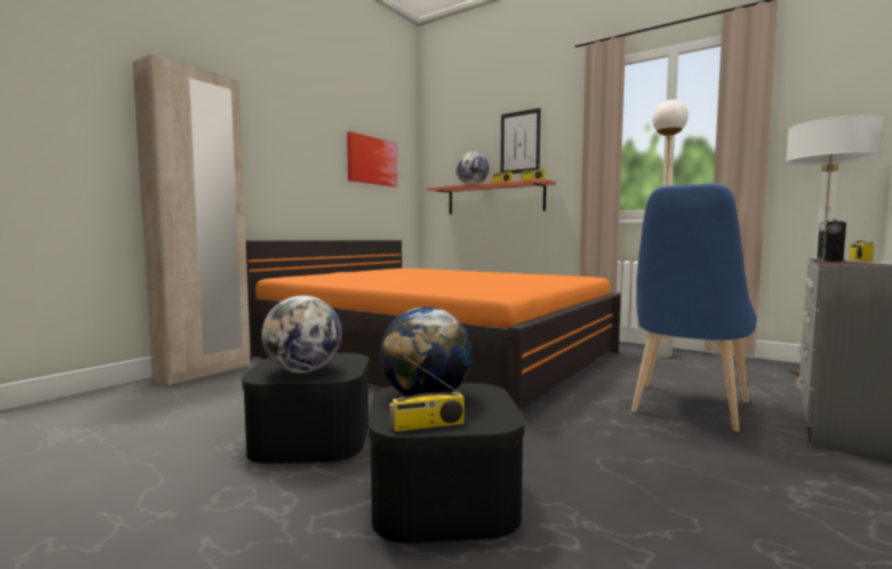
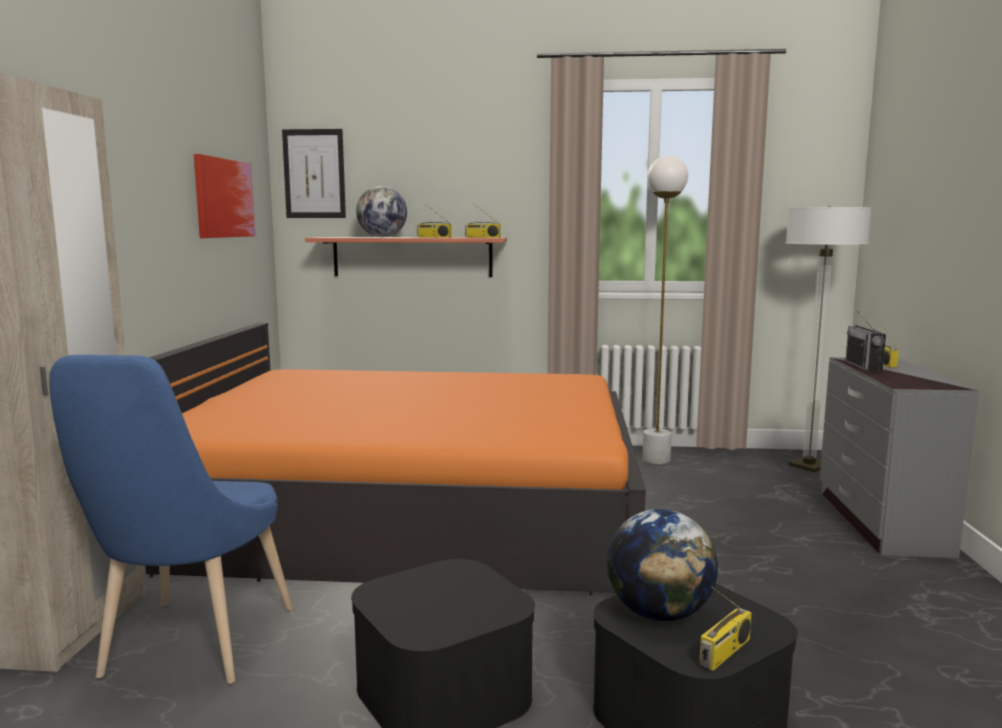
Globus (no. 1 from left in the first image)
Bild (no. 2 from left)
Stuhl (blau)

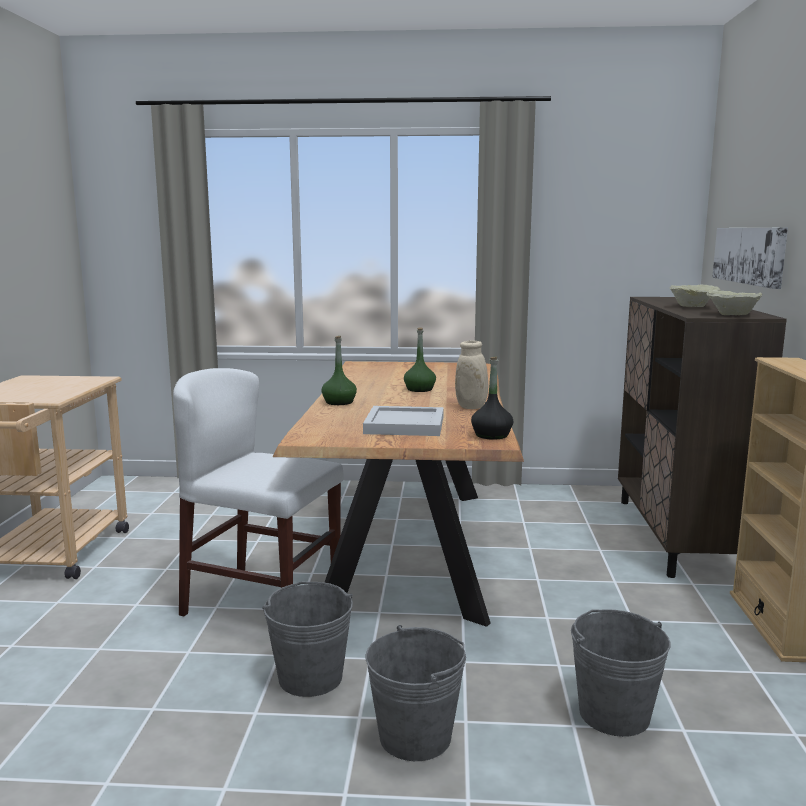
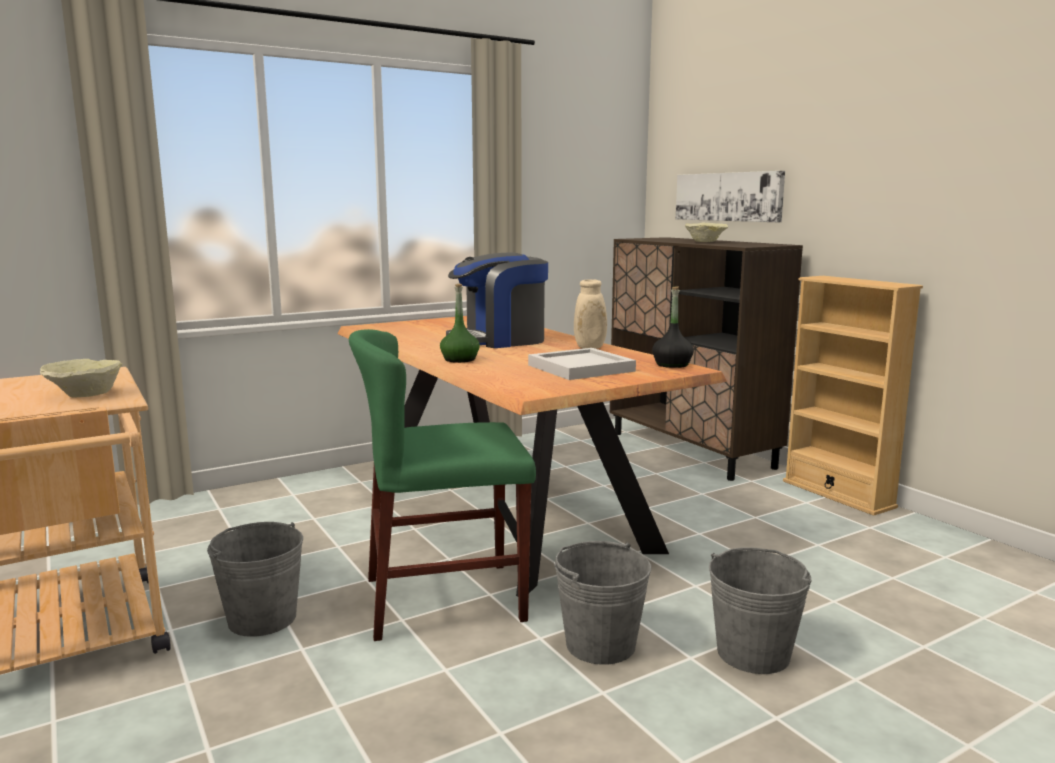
Stuhl (grün)
Kaffeemaschine
Eimer (grau) (no. 1 from left)
Schüssel (beige) (no. 1 from left)

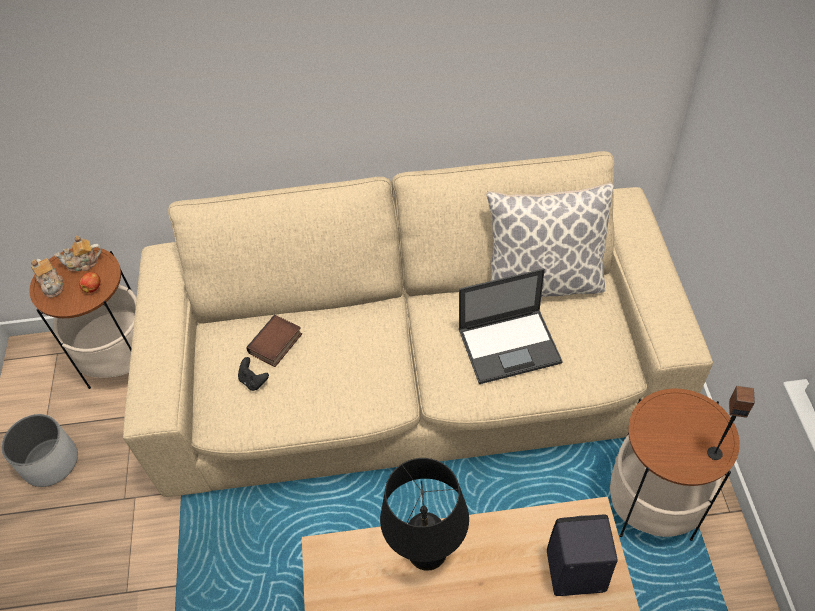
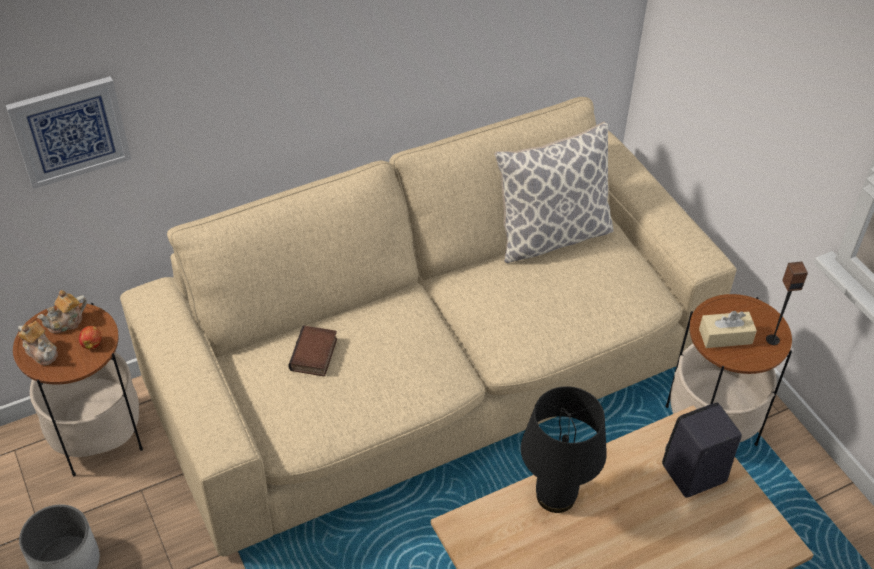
Gamepad (schwarz)
Laptop
Bild
Taschentuchbox (beige)

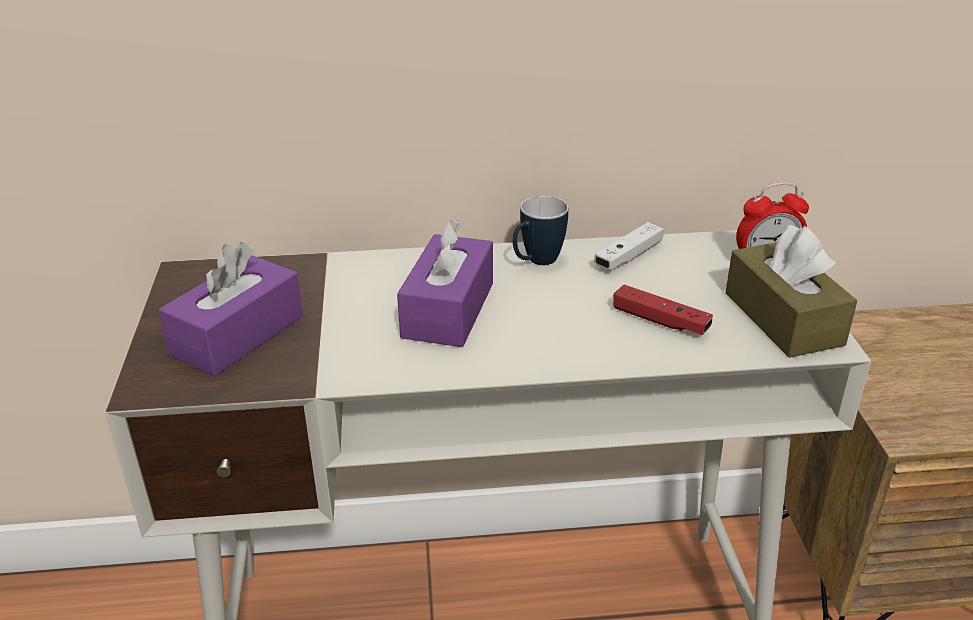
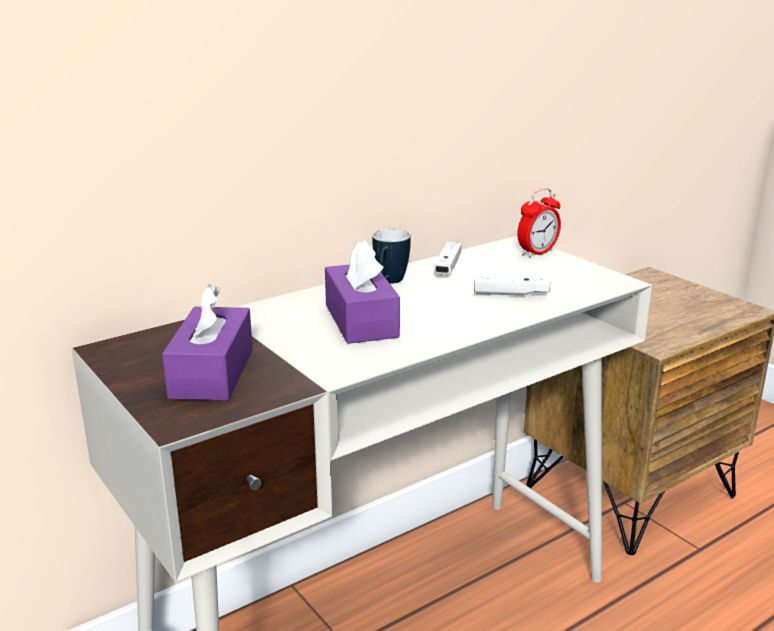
Gamepad (weiß) (no. 2 from left)
Taschentuchbox (braun)

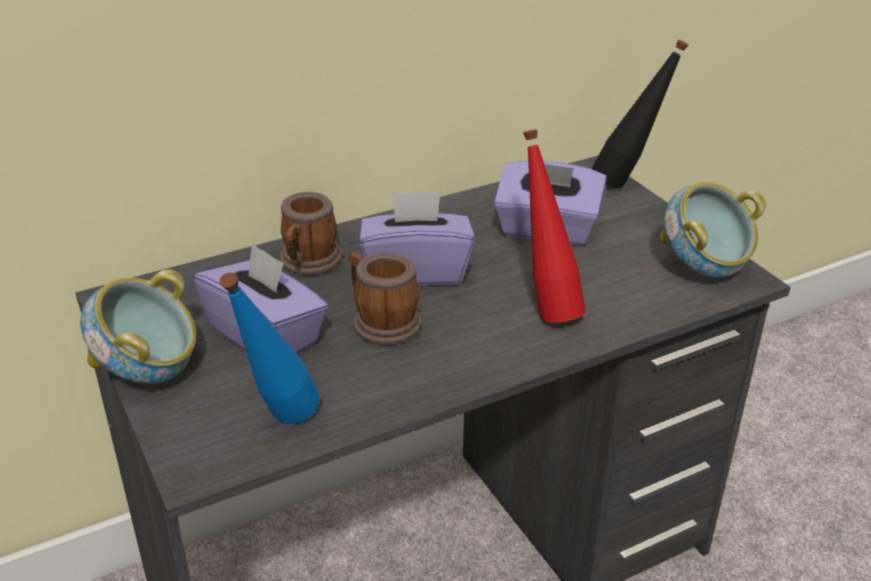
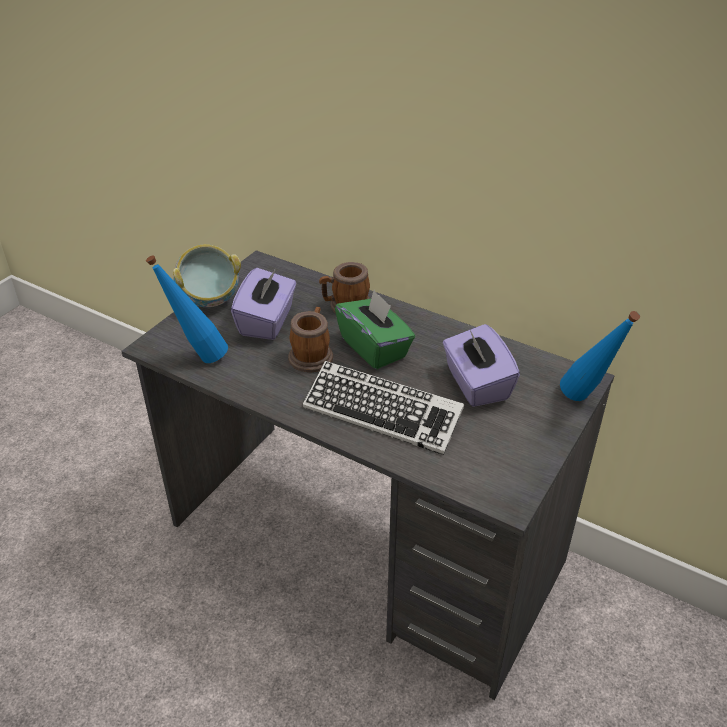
Taschentuchbox (grün)
Tastatur
Flasche (blau) (no. 2 from left)
Schüssel (no. 2 from left in the first image)

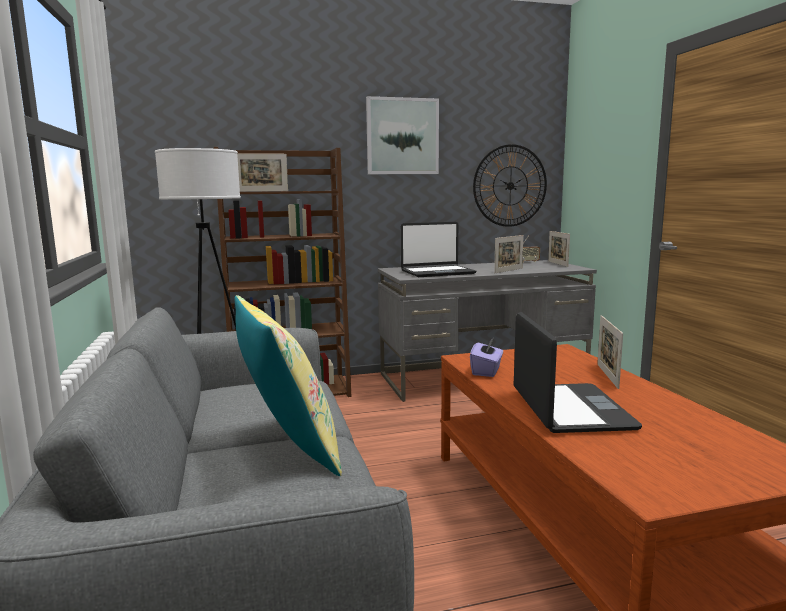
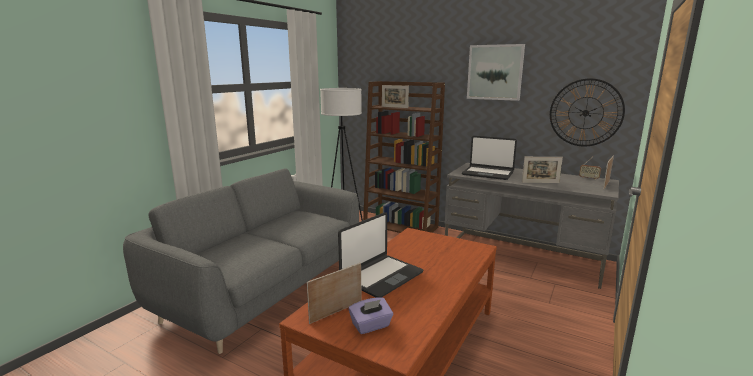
Kissen (gelb)
Taschentuchbox (lila)
Bilderrahmen (no. 1 from left)

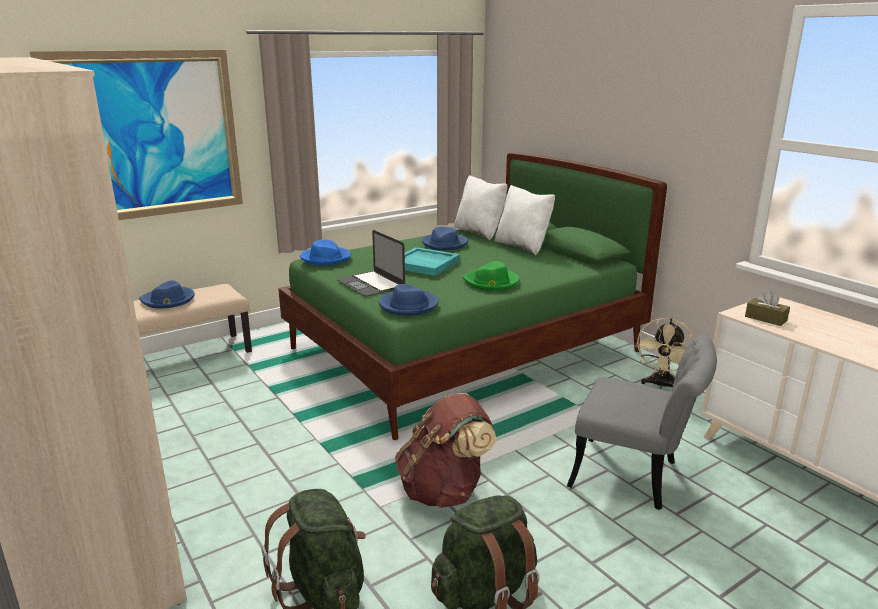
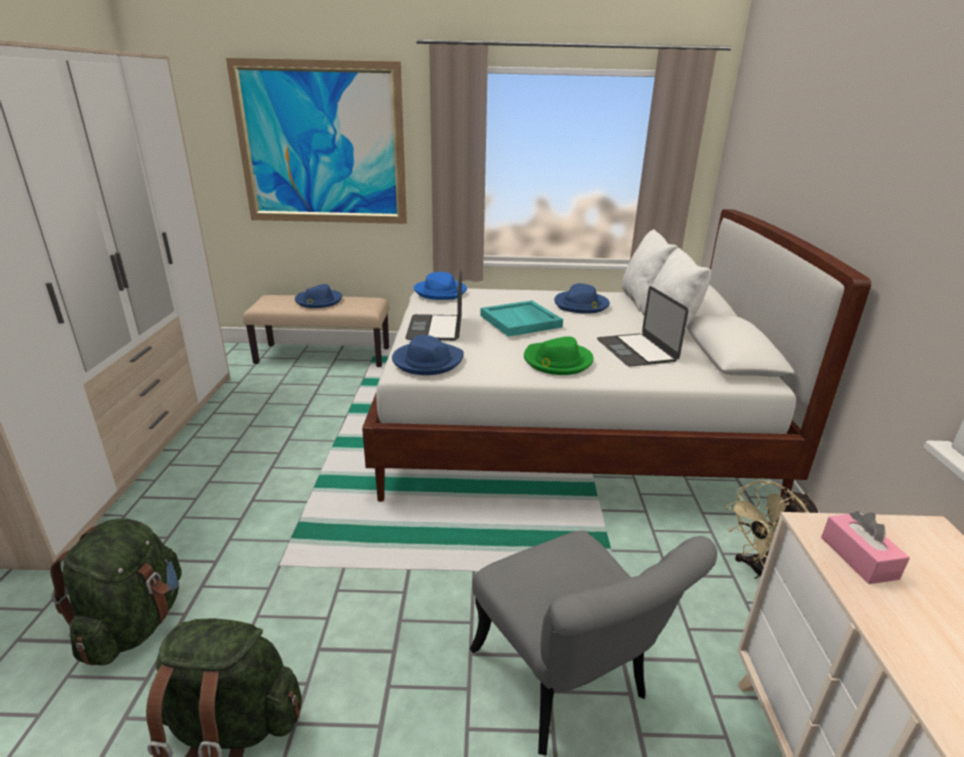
Bett (weiß)
Rucksack (braun)
Taschentuchbox (rosa)
Laptop (no. 2 from left)

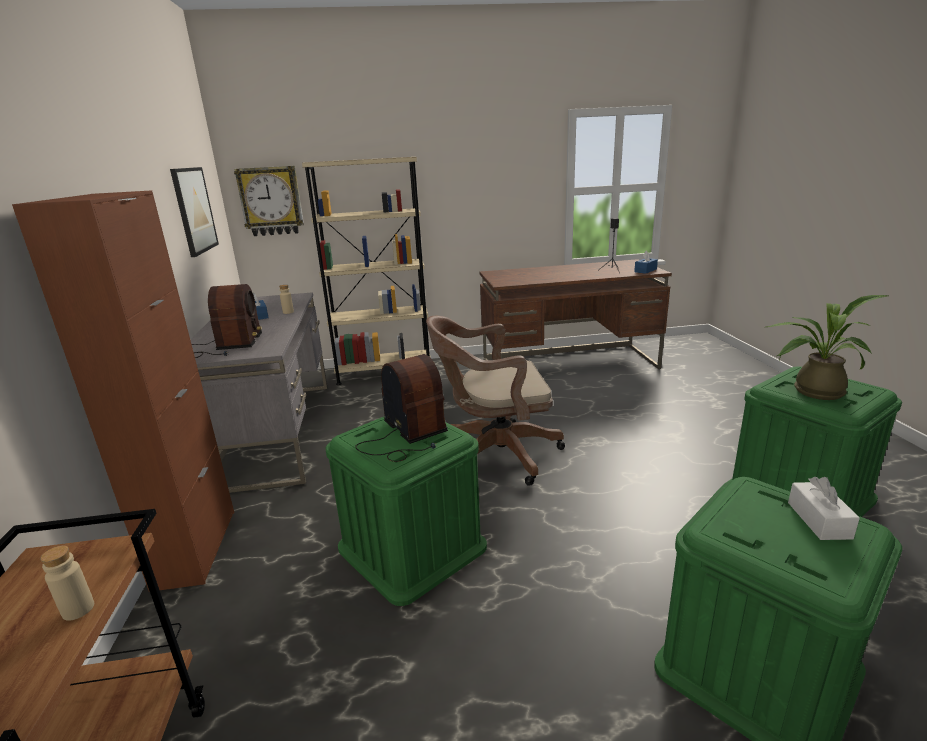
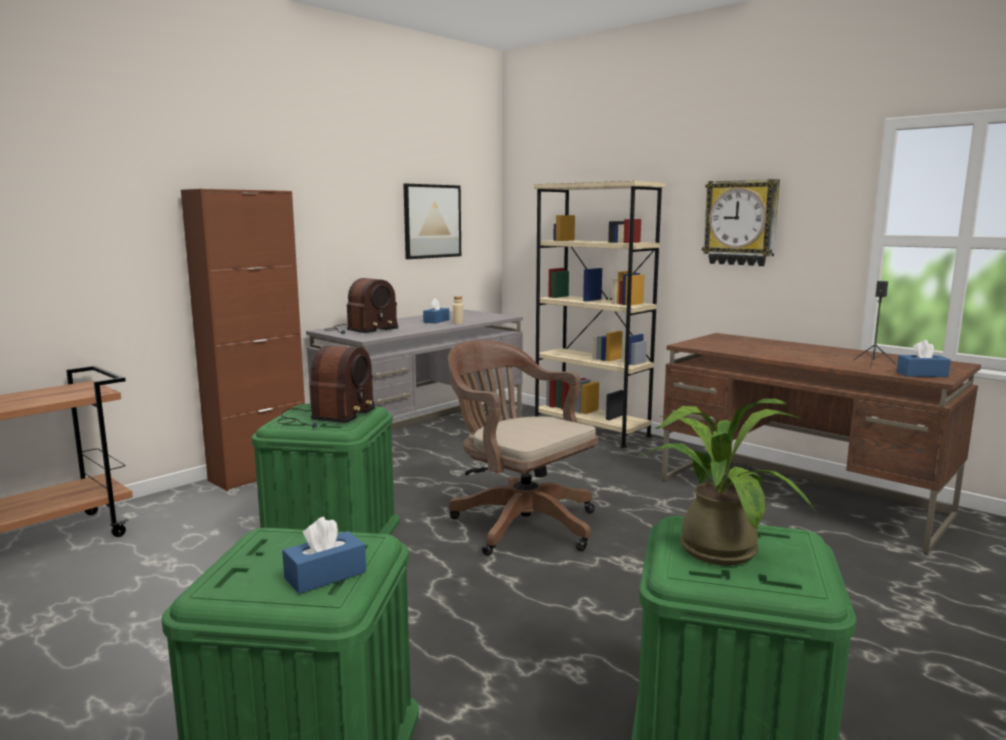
Flasche (beige) (no. 1 from left in the first image)
Wanduhr
Taschentuchbox (blau) (no. 1 from left)

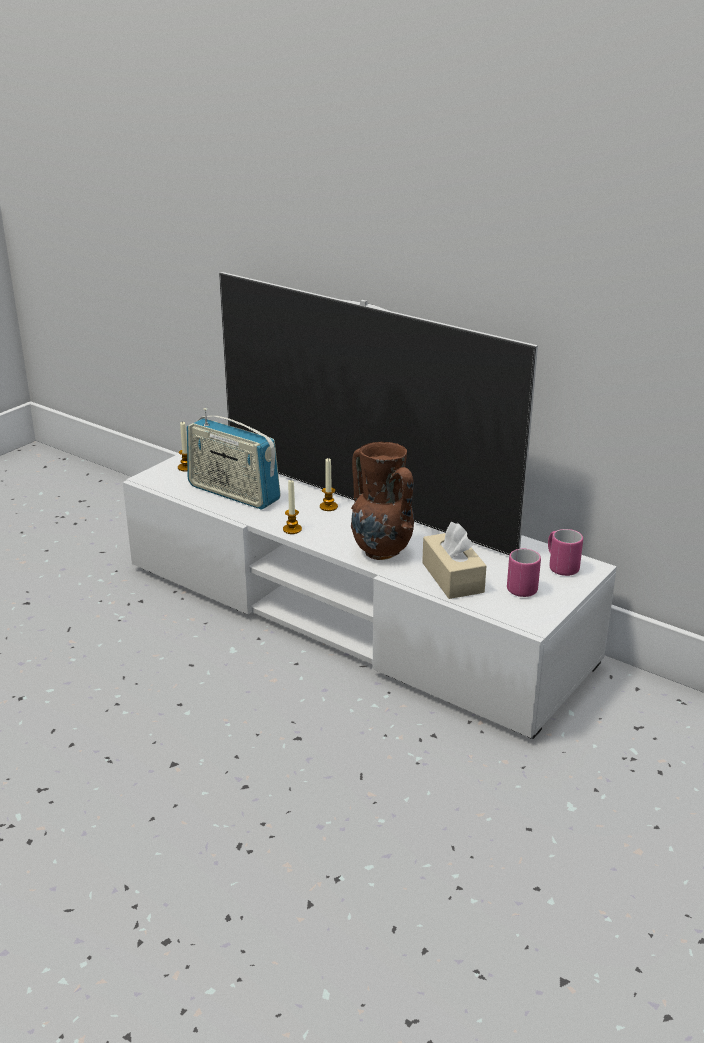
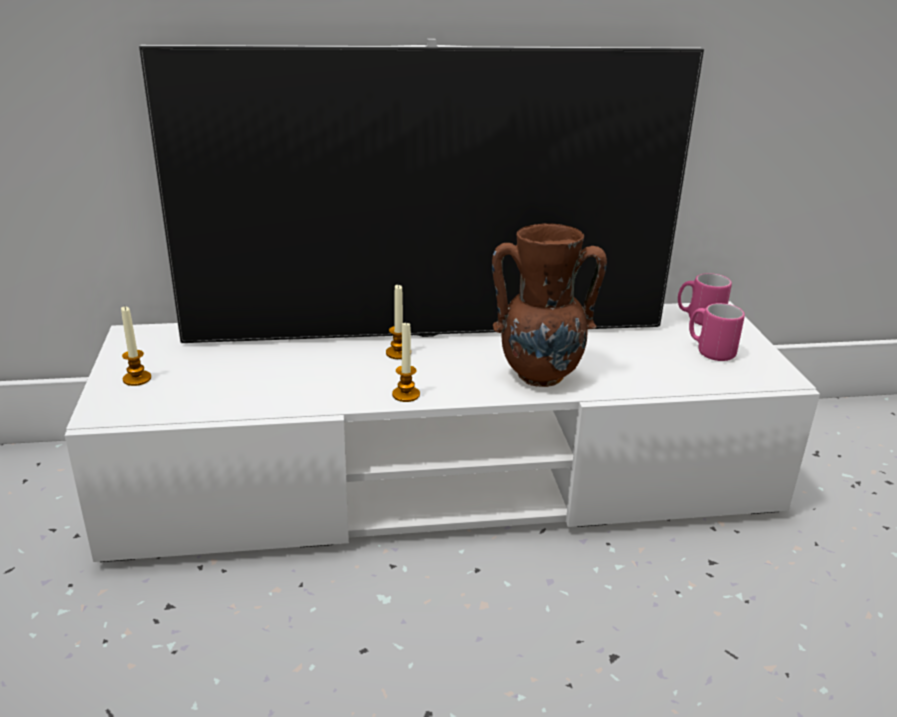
Radio
Taschentuchbox (beige)

